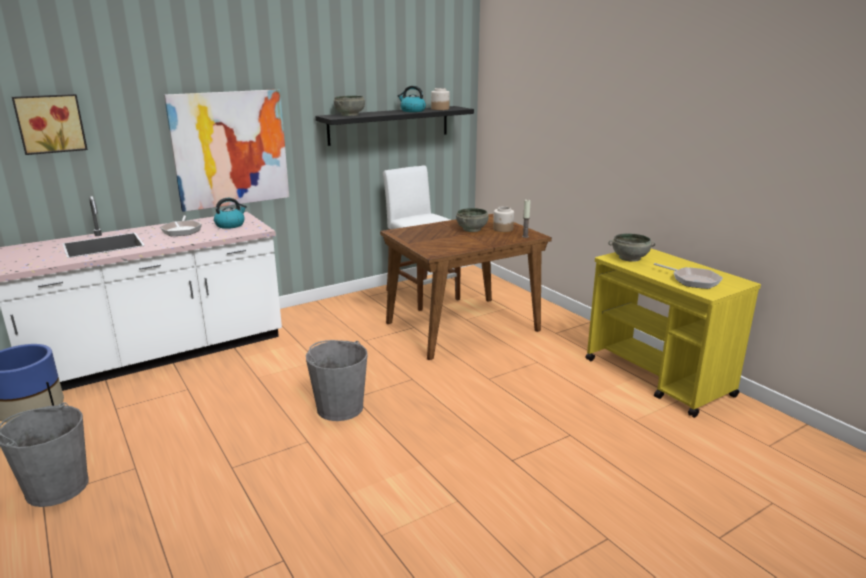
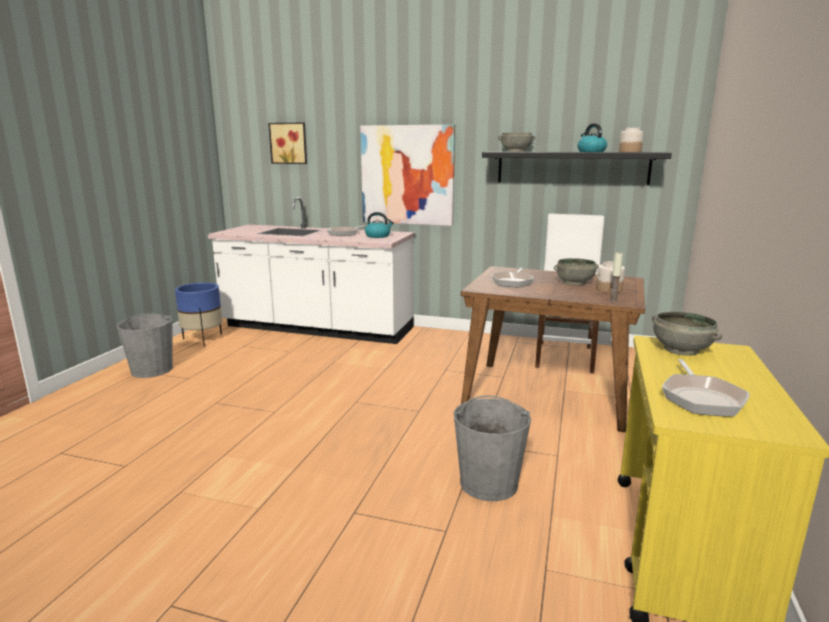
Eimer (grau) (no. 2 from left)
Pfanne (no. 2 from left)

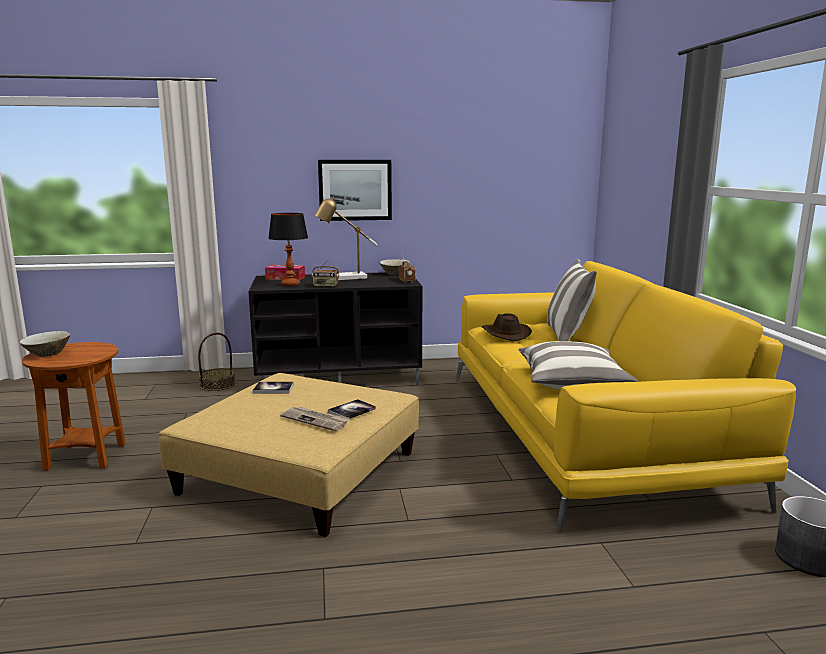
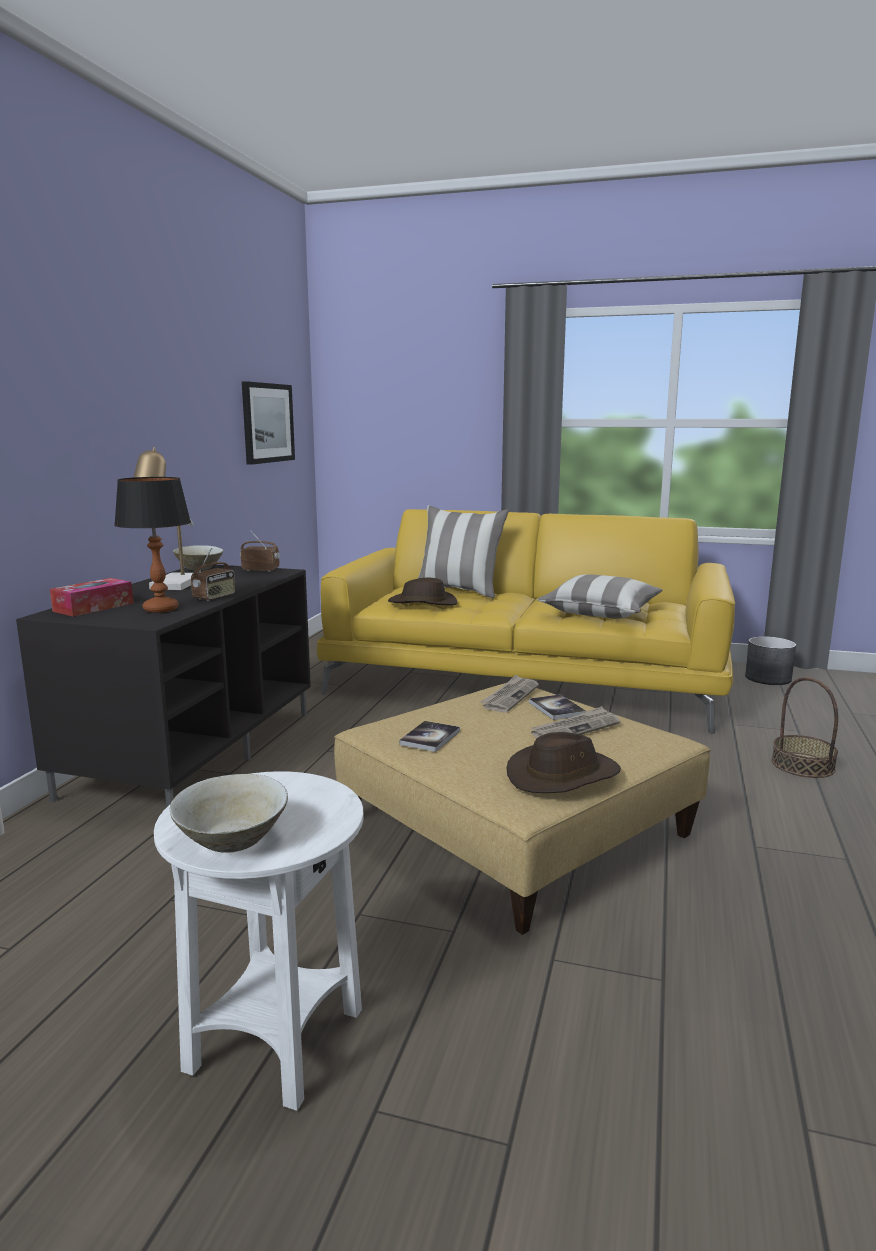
Beistelltisch (weiß)
Korb
Bild
Zeitung (no. 1 from left)
Hut (braun) (no. 2 from left)

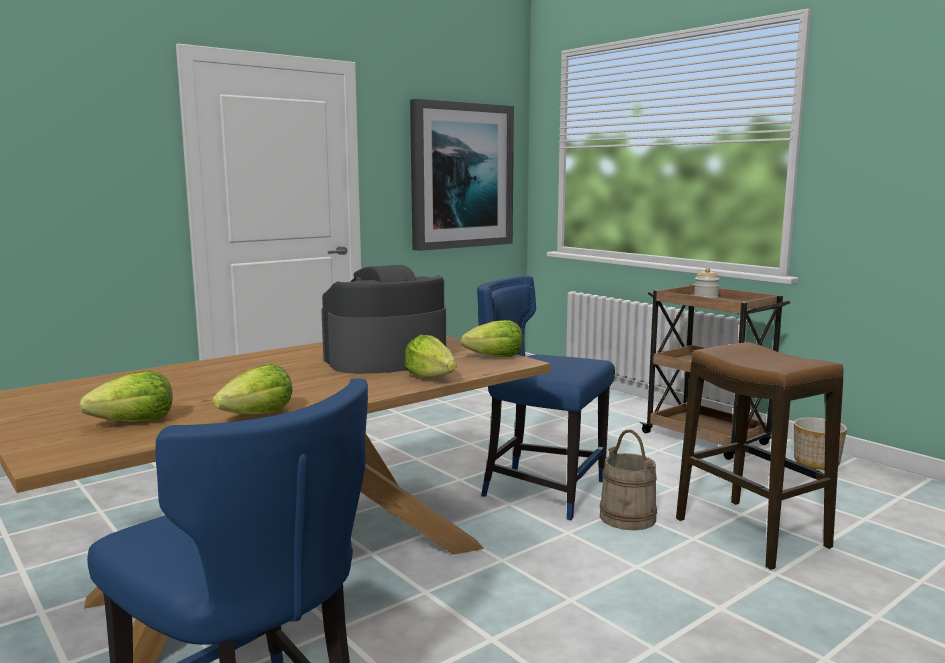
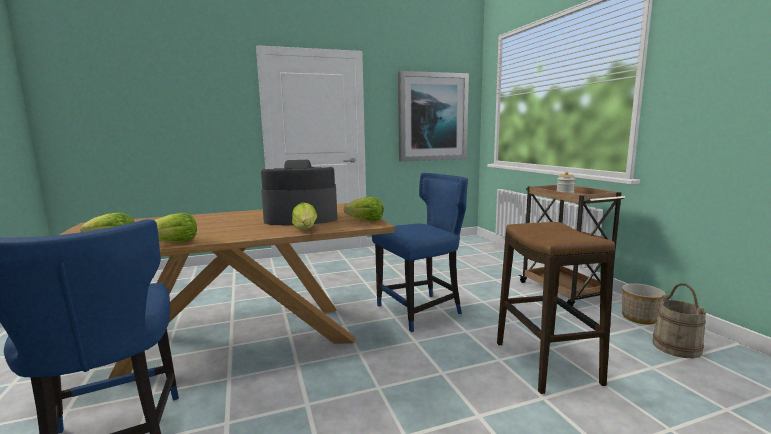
Stuhl (blau) (no. 2 from left)
Eimer (beige)

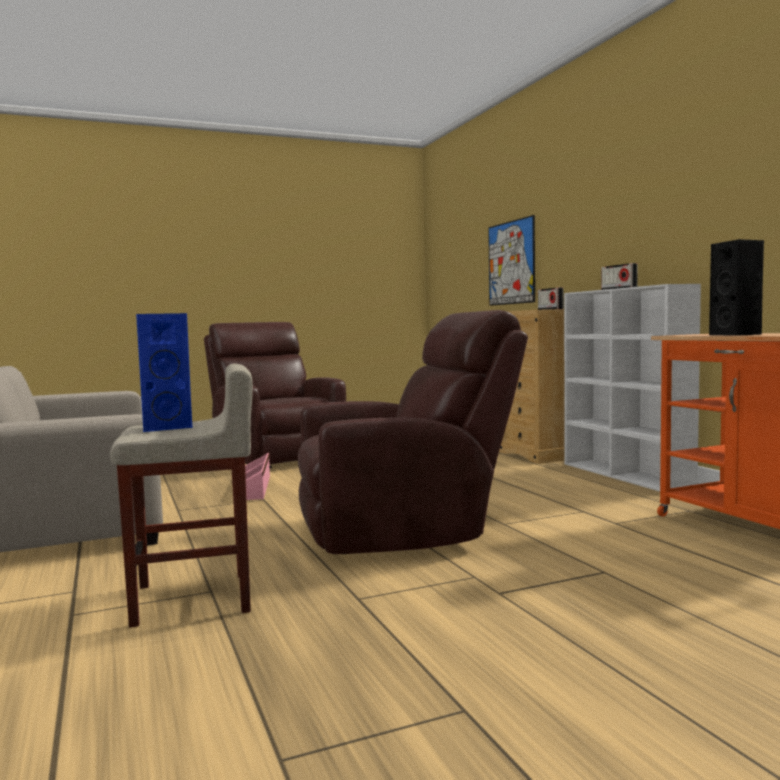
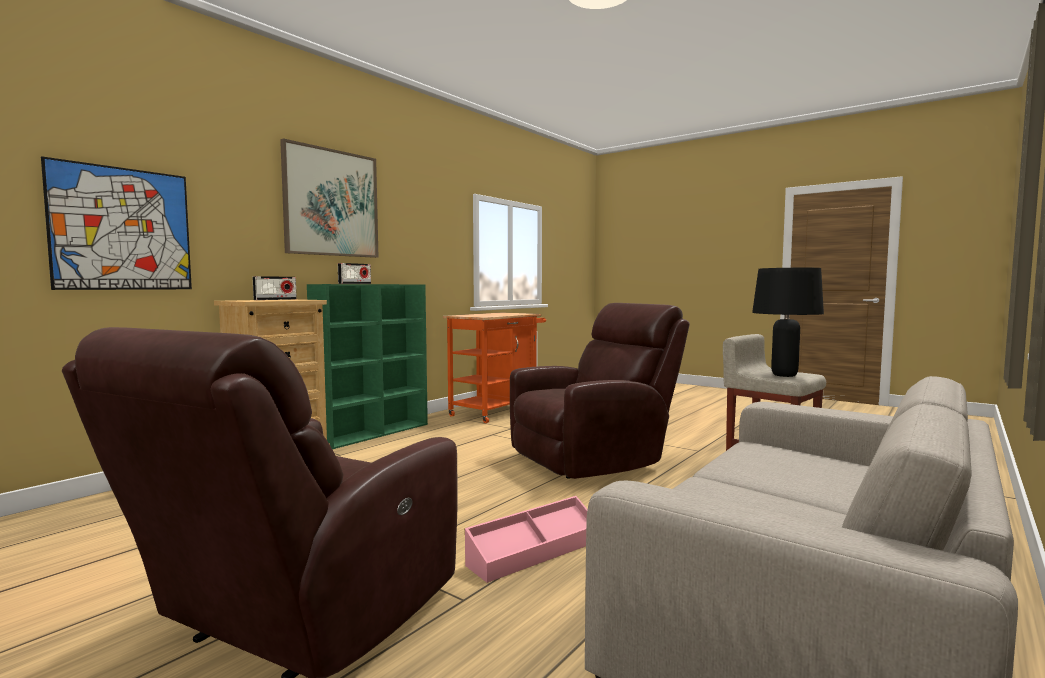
Tischlampe (schwarz)
Sessel (braun) (no. 2 from left)
Bücherregal (grün)
Lautsprecher (schwarz)
Bild (no. 2 from left)

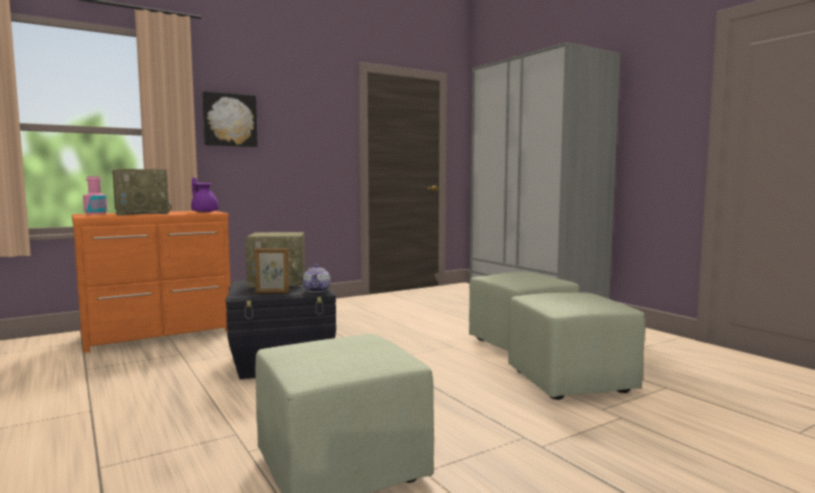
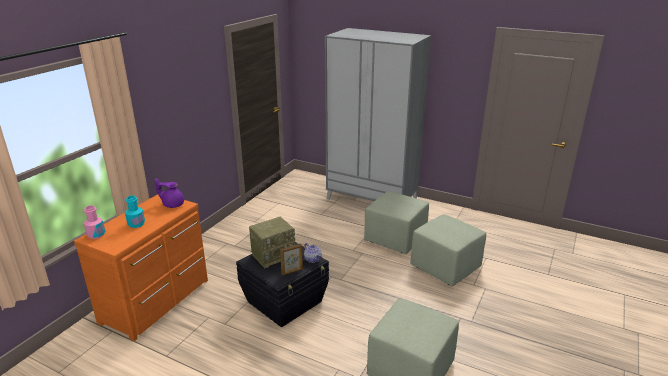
Flasche (türkis)
Bild

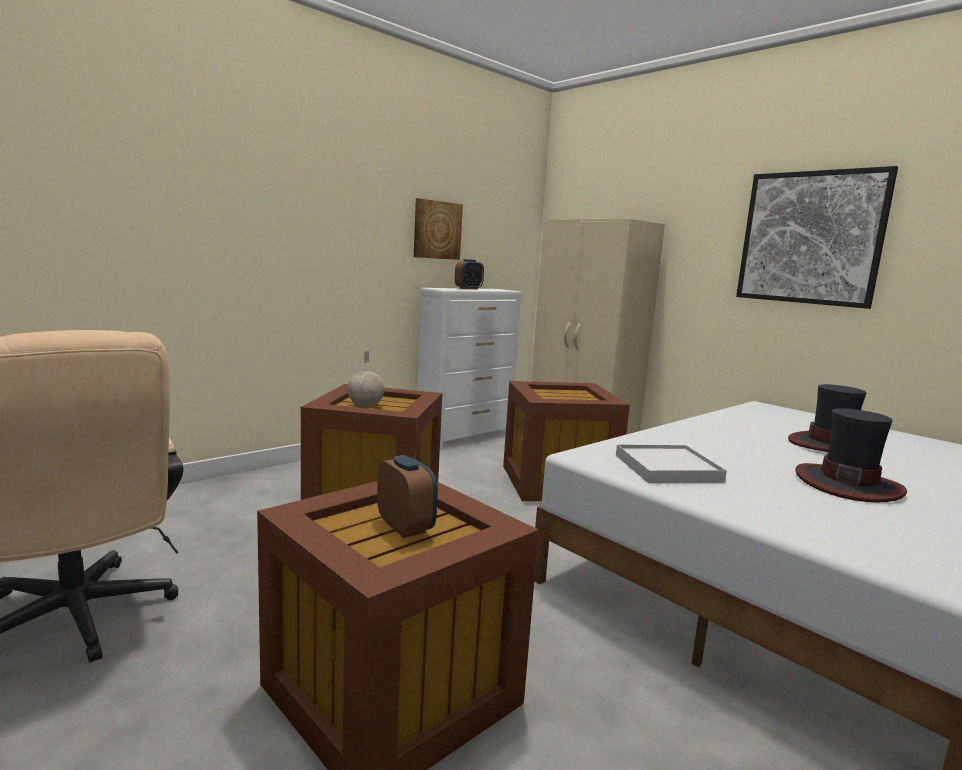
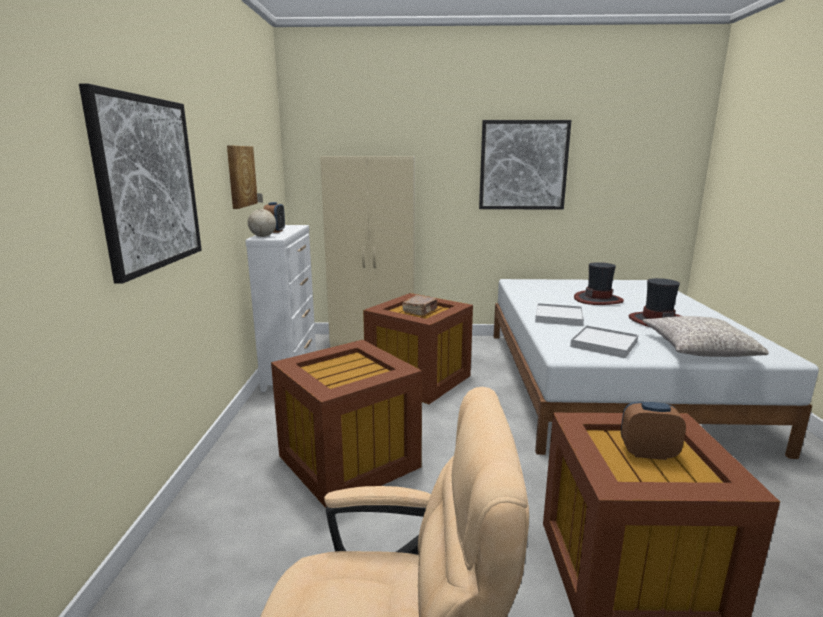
Globus
Bild (no. 1 from left)
Buch (braun)
Tablett (weiß) (no. 1 from left)
Kissen (grau)

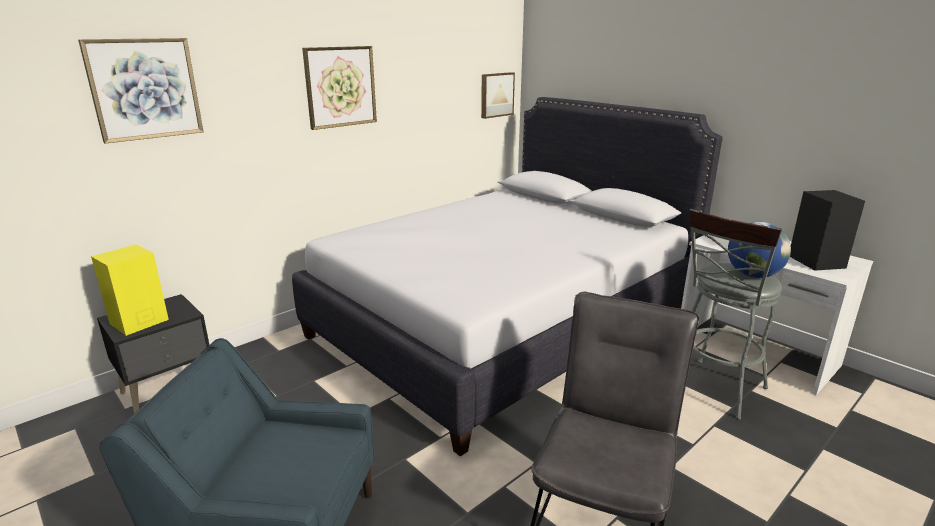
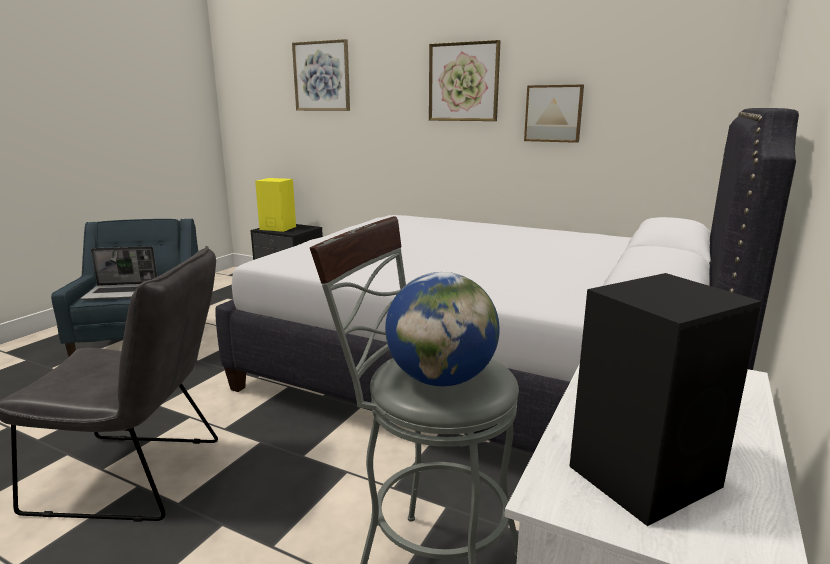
Bild (no. 3 from left)
Laptop

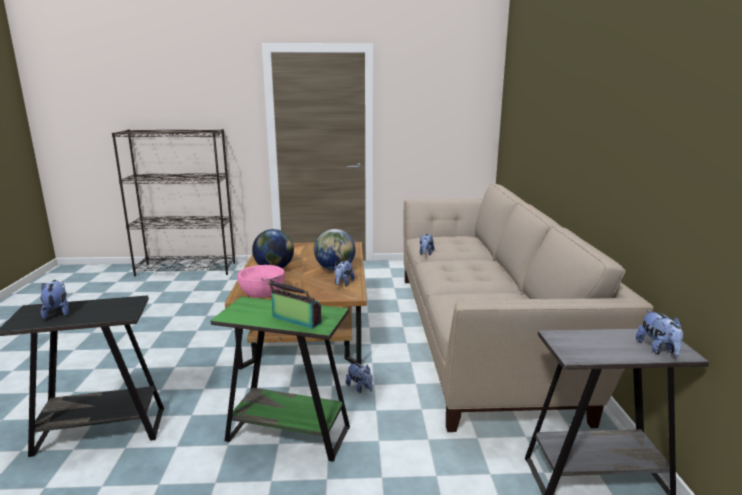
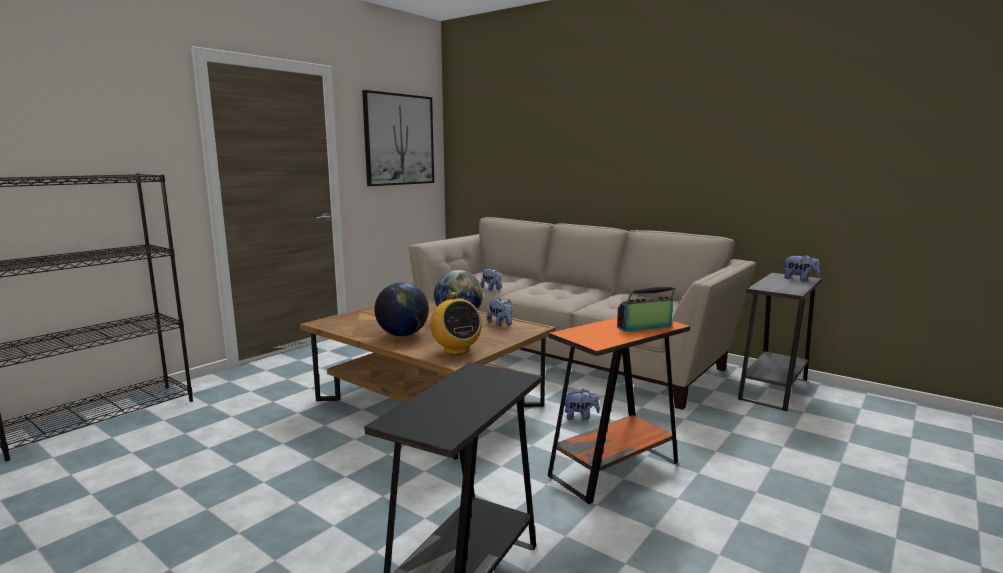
Plüschtier (no. 1 from left in the first image)
Beistelltisch (orange)
Radio (no. 1 from left)
Bild

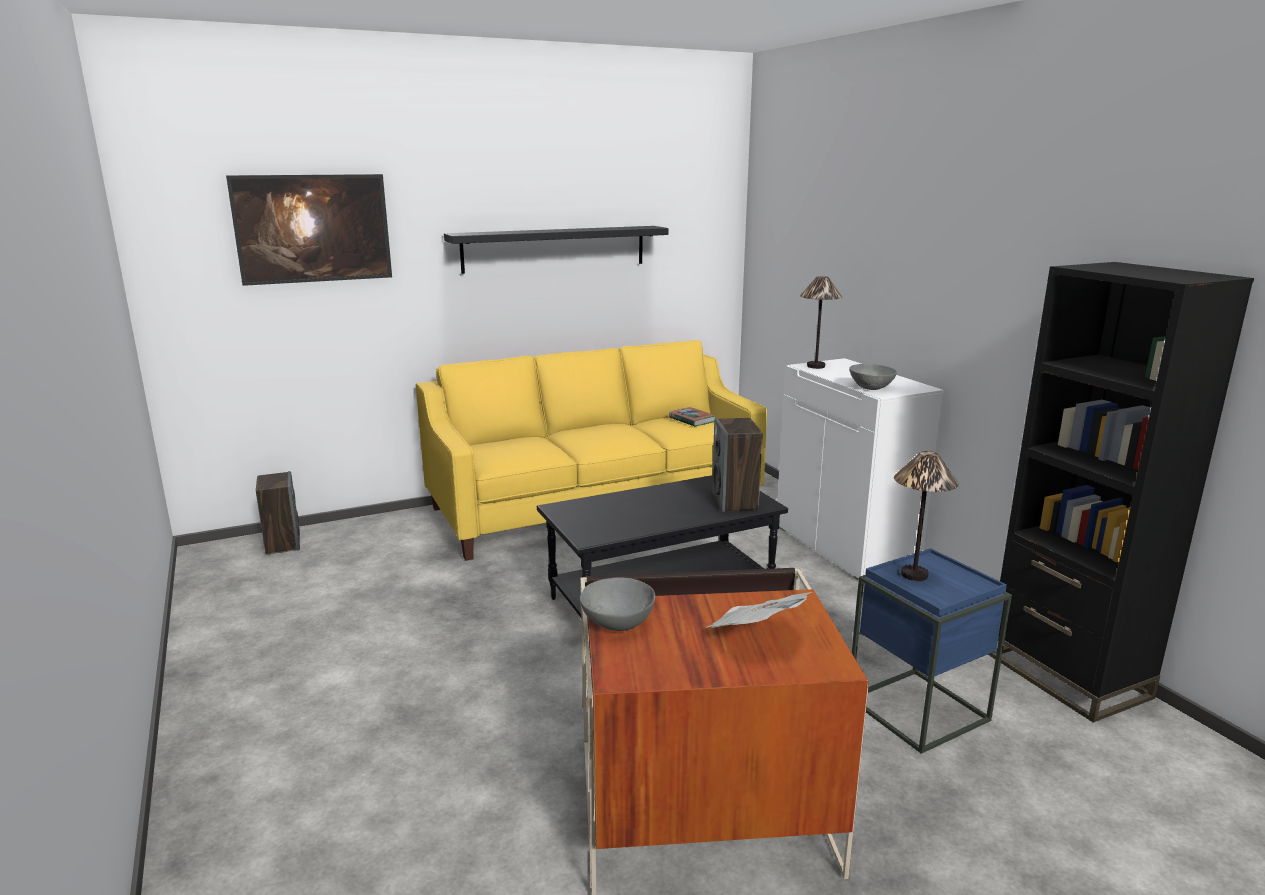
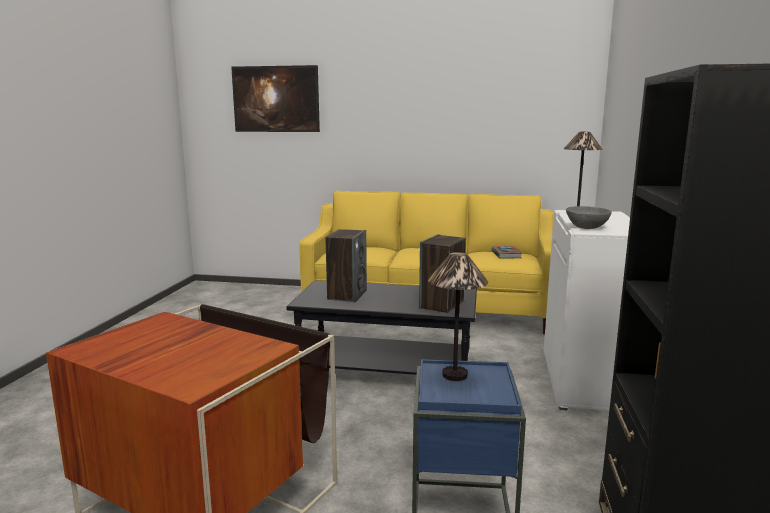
Lautsprecher (no. 1 from left)
Wandregal (schwarz)
Schüssel (grau) (no. 1 from left in the first image)
Zeitung

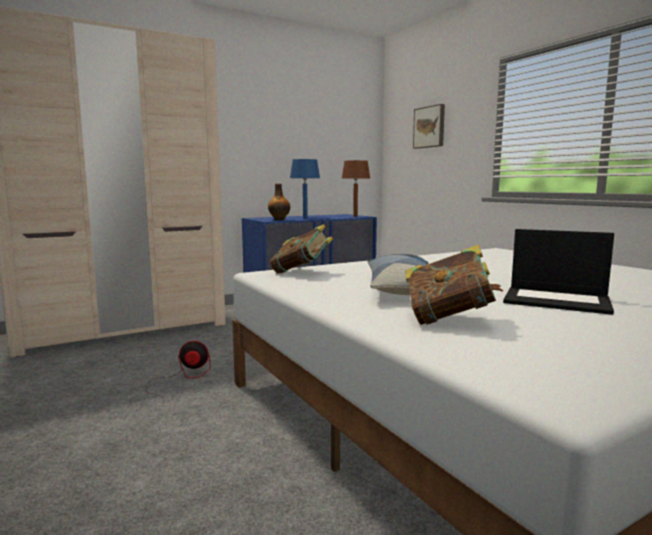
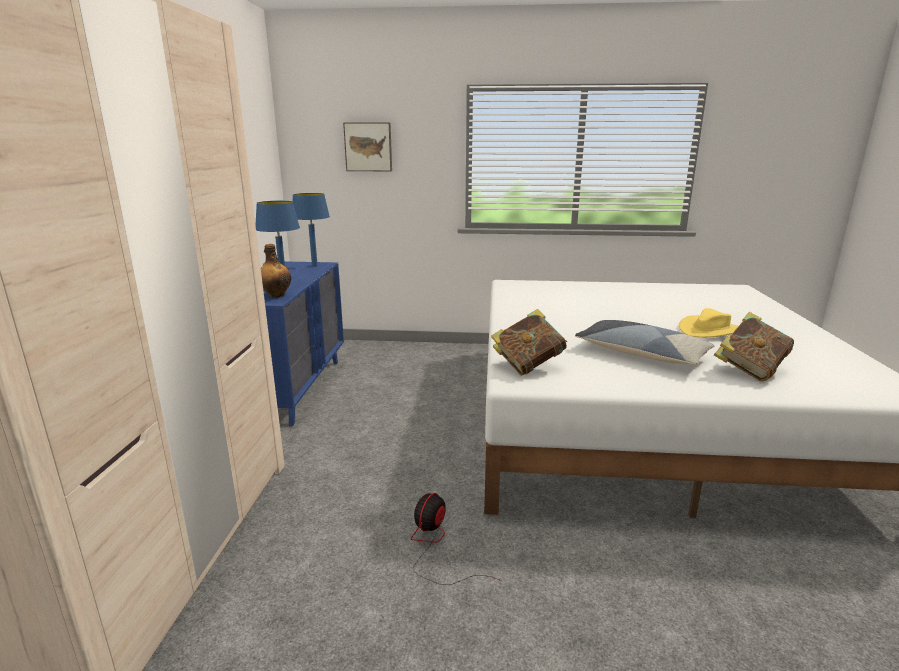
Tischlampe (blau) (no. 2 from left)
Hut (gelb)

